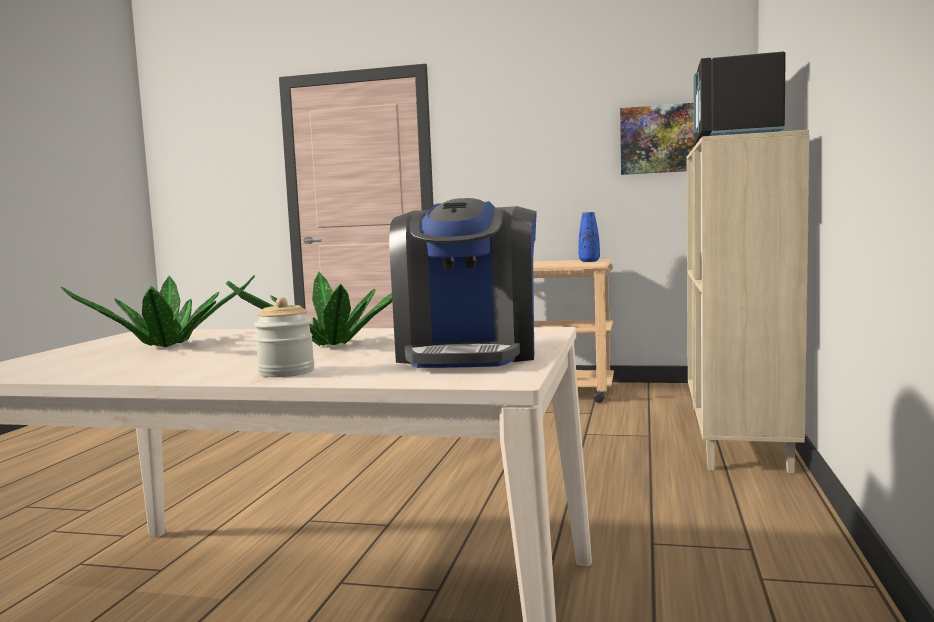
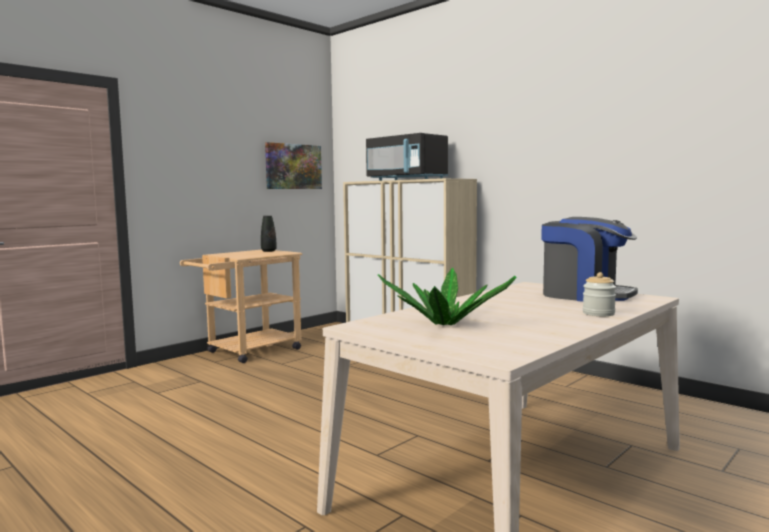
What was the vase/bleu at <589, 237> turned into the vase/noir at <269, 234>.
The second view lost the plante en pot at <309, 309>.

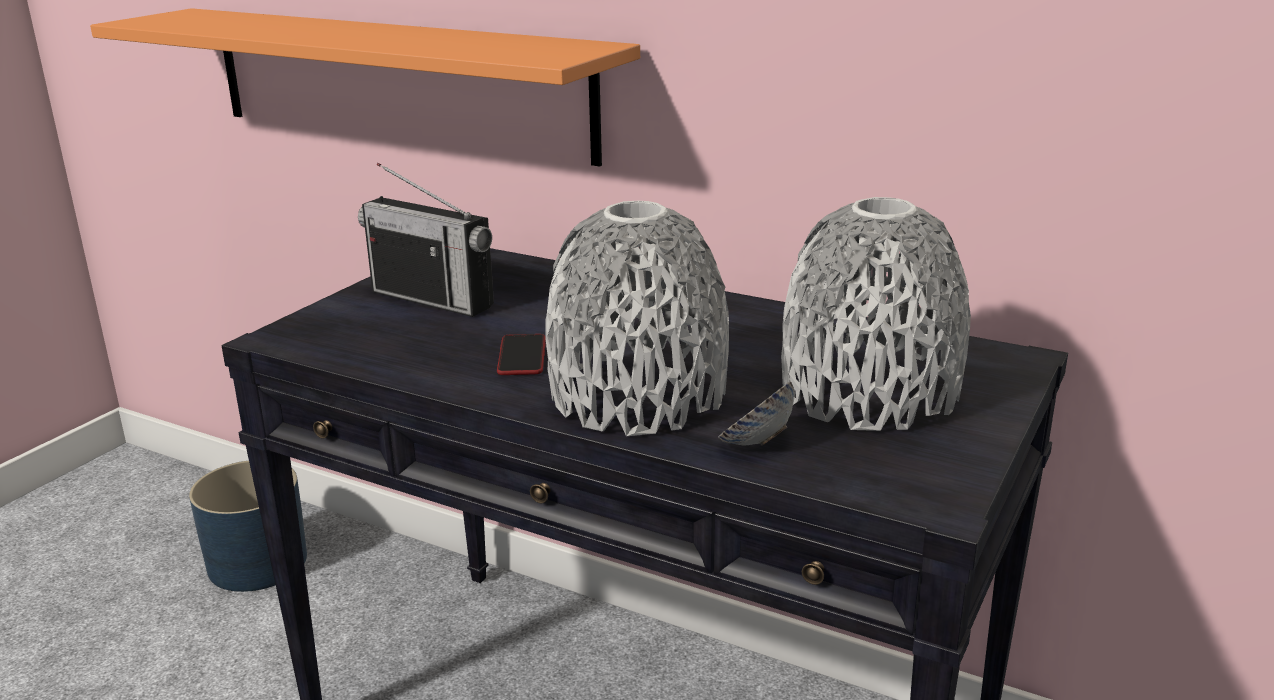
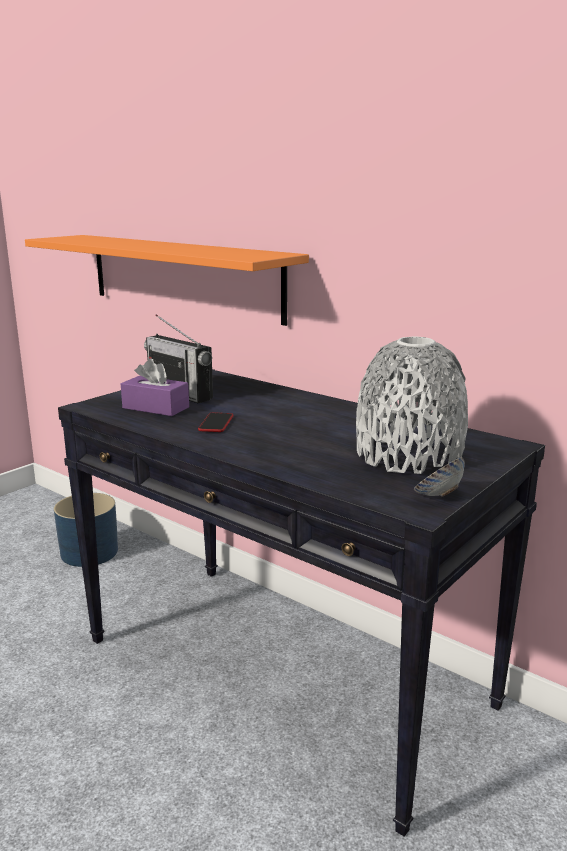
The second view gained the boîte à mouchoirs/violet at <155, 387>.
The bol ended up elsewhere, having gone from <756, 413> to <439, 477>.
The second view lost the vase/gris at <637, 318>.

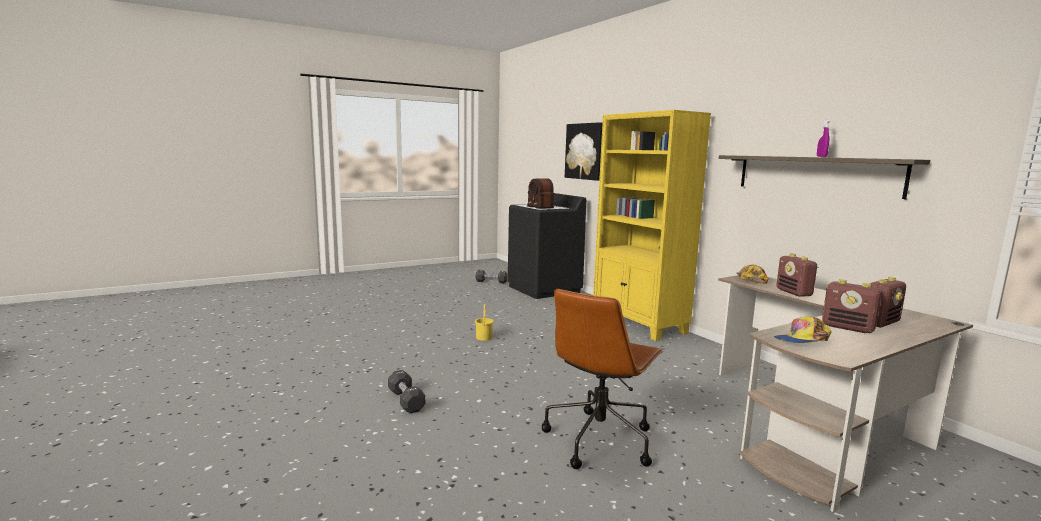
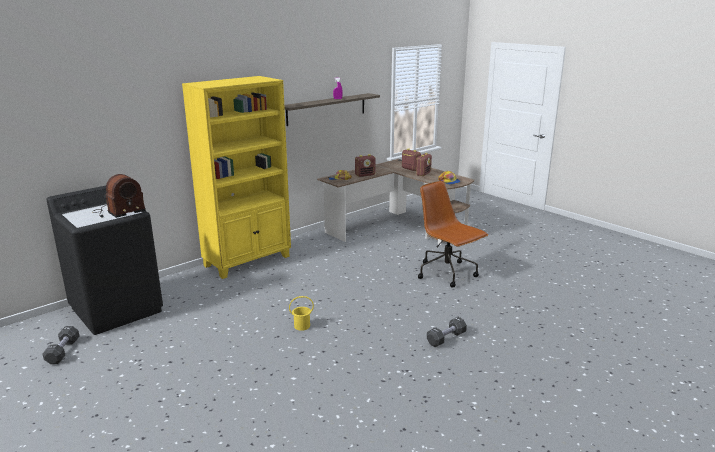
The chaise de bureau/marron at <602, 379> ended up facing another way, 150 degrees counterclockwise from before.
The second view lost the tableau at <583, 151>.

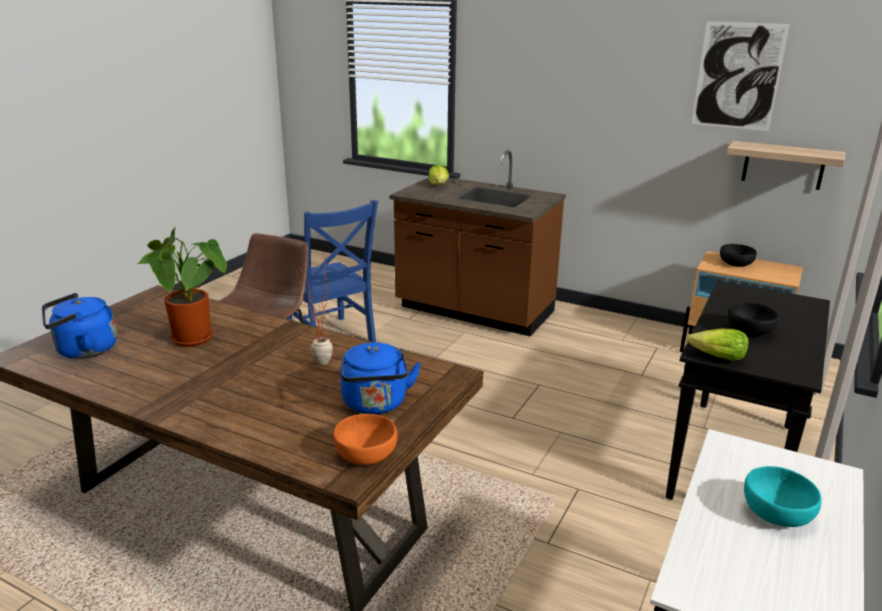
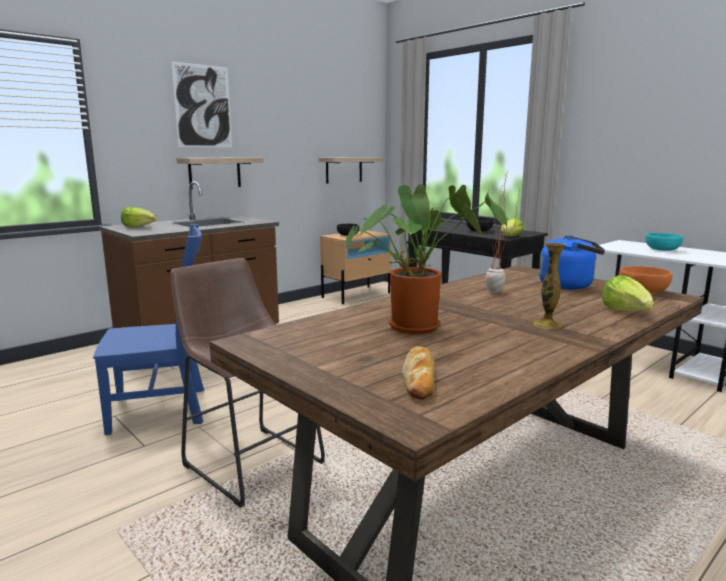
The tableau ended up elsewhere, having gone from <741, 76> to <201, 104>.
The second view gained the étagère at <219, 173>.
Where the bouilloire/bleu stood at <79, 326>, the pain came to stand at <418, 372>.
The second view gained the vase at <549, 286>.
The second view gained the laitue at <628, 293>.

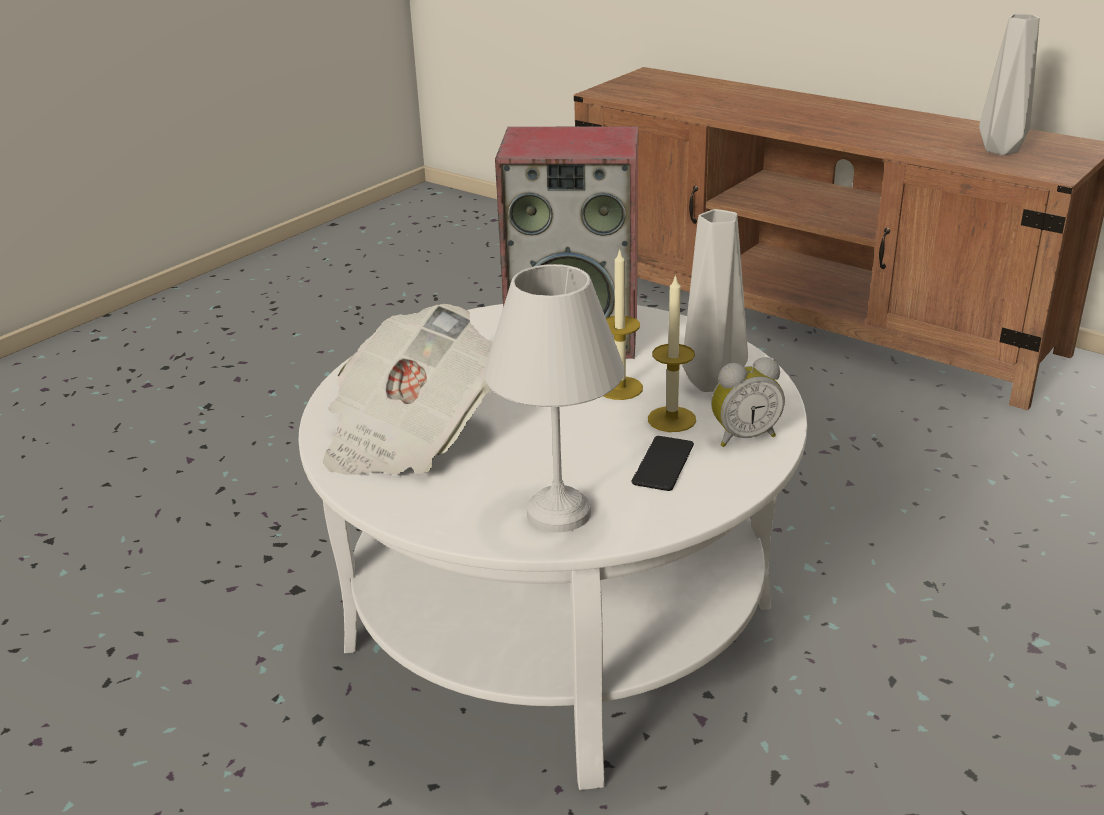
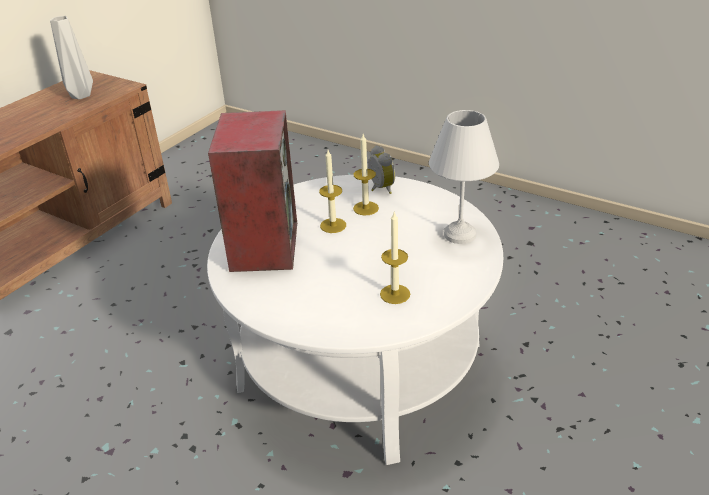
Where the journal stood at <408, 389>, the bougie came to stand at <395, 257>.
The second view lost the téléphone at <663, 463>.
The second view lost the vase/gris at <715, 300>.

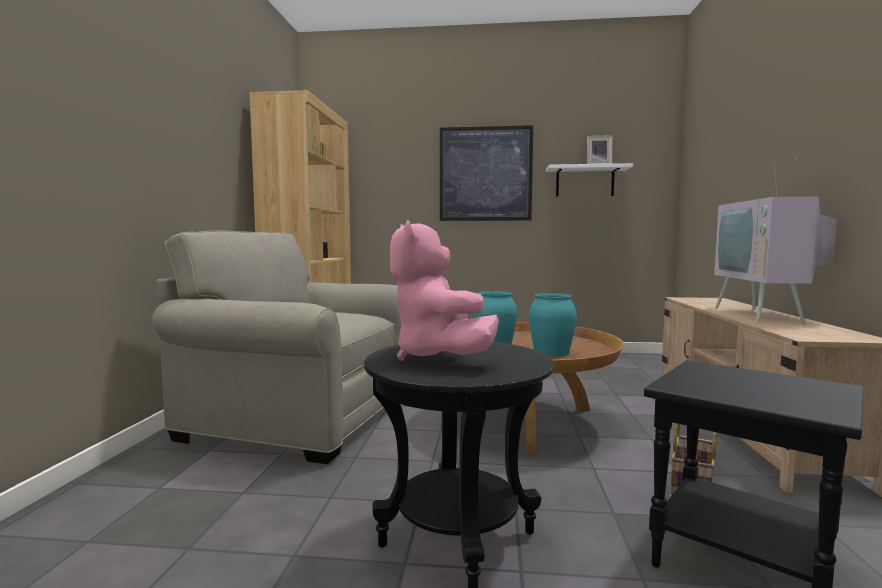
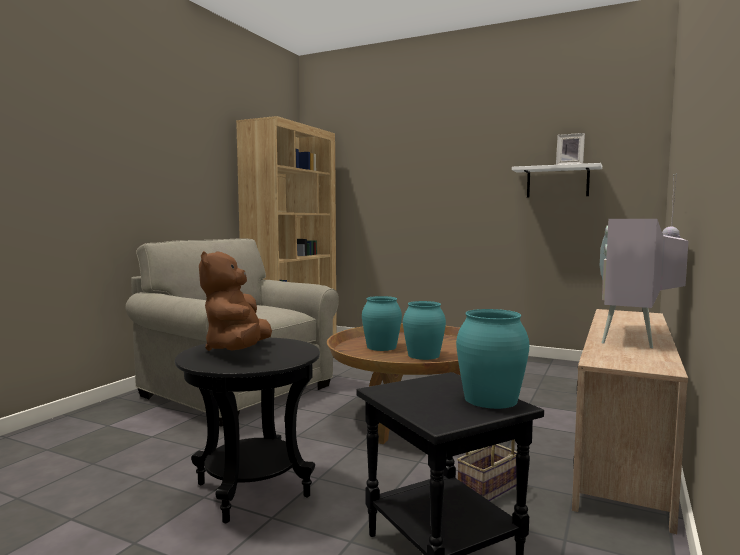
What was the peluche/rose at <444, 290> turned into the peluche/marron at <235, 301>.
The second view gained the vase/turquoise at <492, 359>.
The second view lost the tableau at <486, 173>.

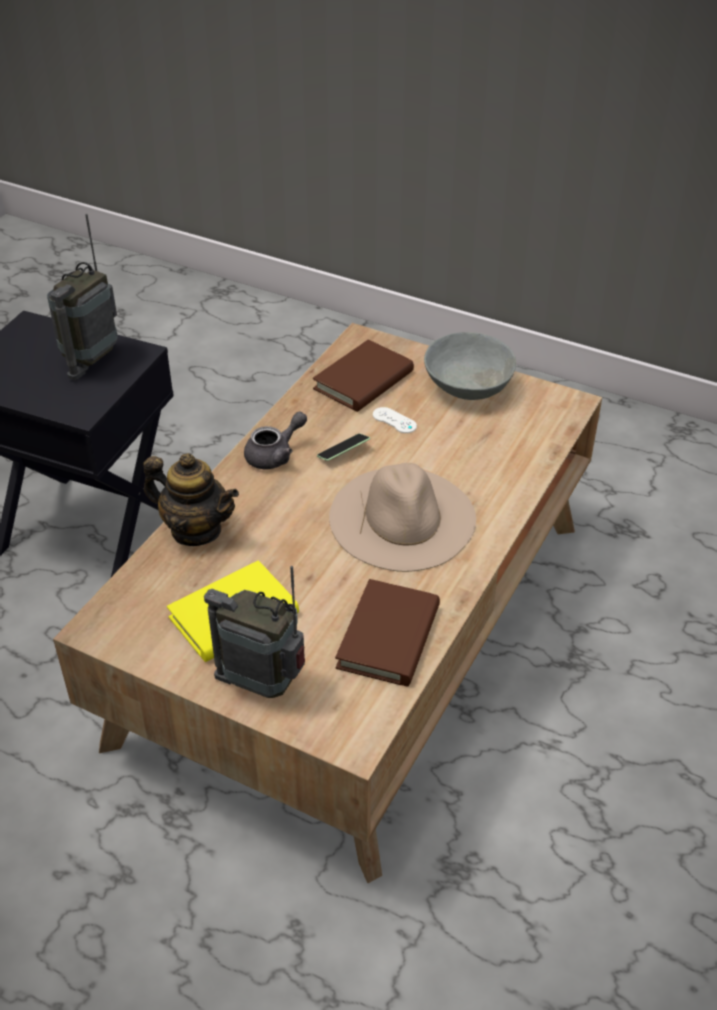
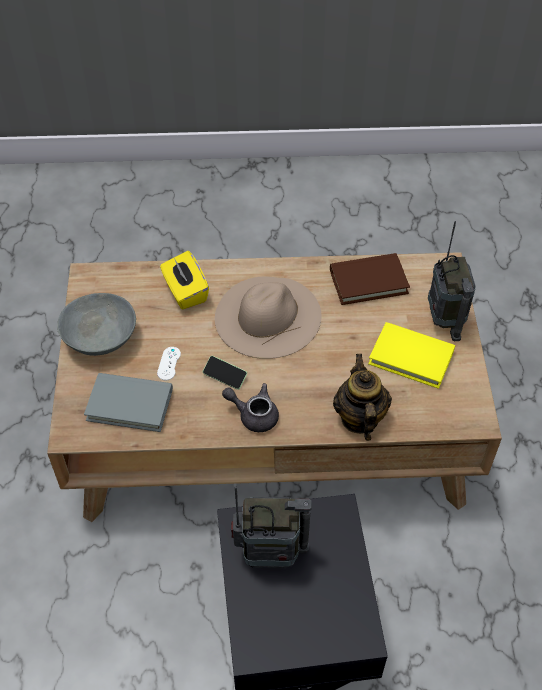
What was the livre/marron at <363, 375> turned into the livre/gris at <128, 402>.
The second view gained the boîte à mouchoirs/jaune at <184, 280>.

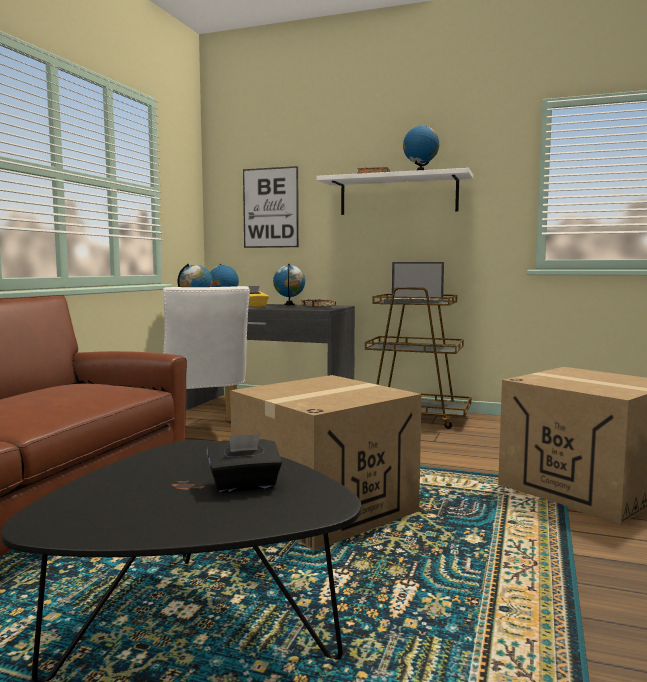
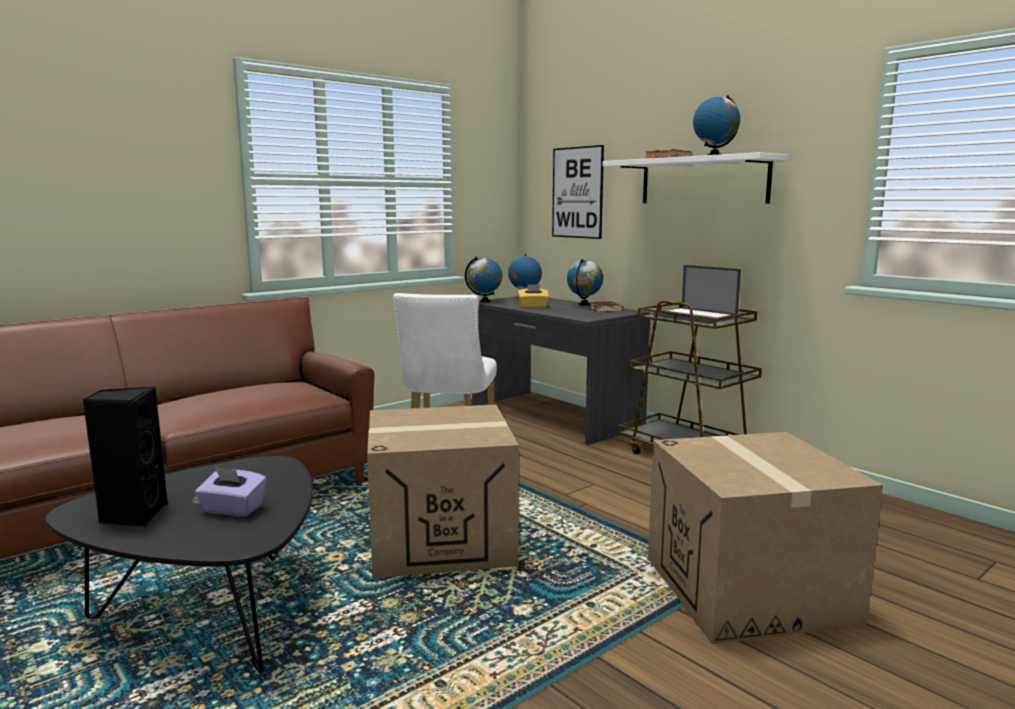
The second view gained the enceinte/noir at <125, 457>.
What was the boîte à mouchoirs/noir at <244, 463> turned into the boîte à mouchoirs/violet at <231, 492>.

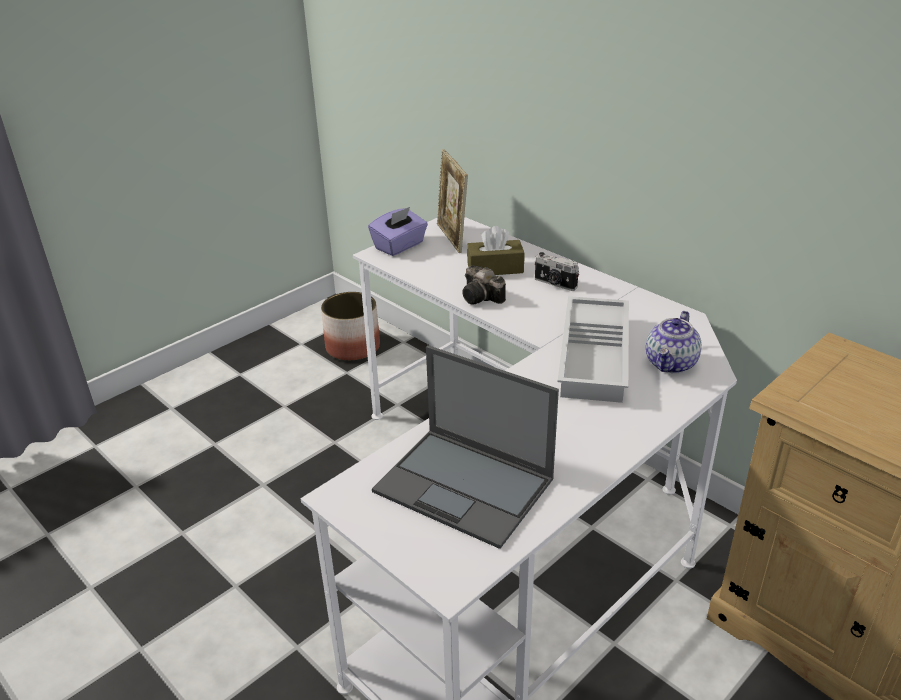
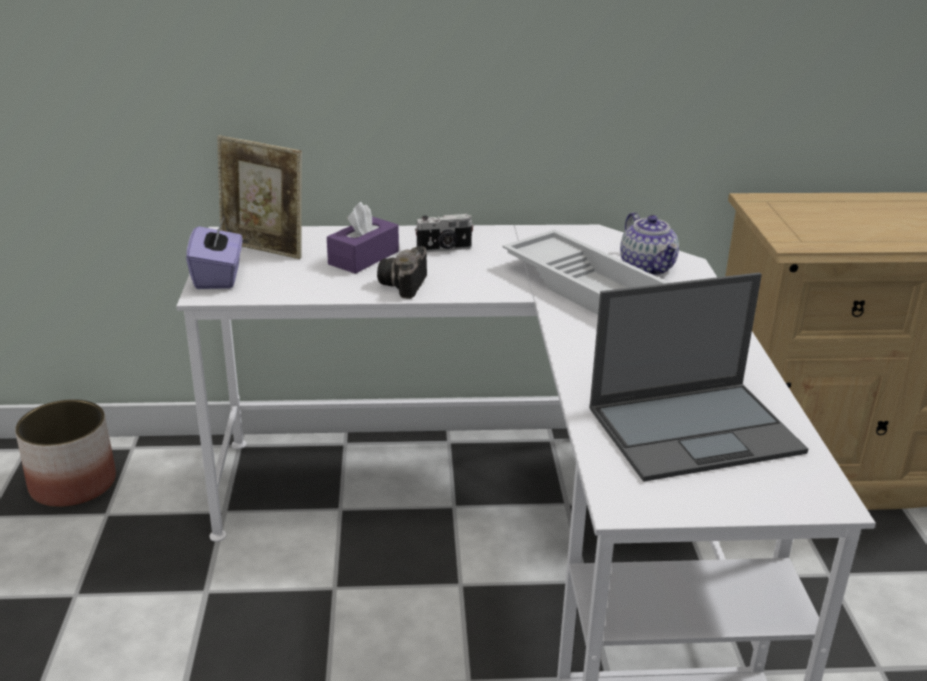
What was the boîte à mouchoirs/marron at <495, 250> turned into the boîte à mouchoirs/violet at <363, 238>.
The appareil photo at <484, 285> ended up facing another way, 105 degrees clockwise from before.

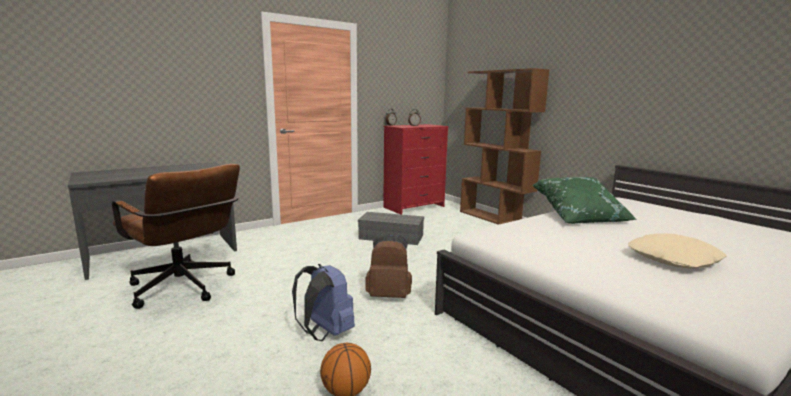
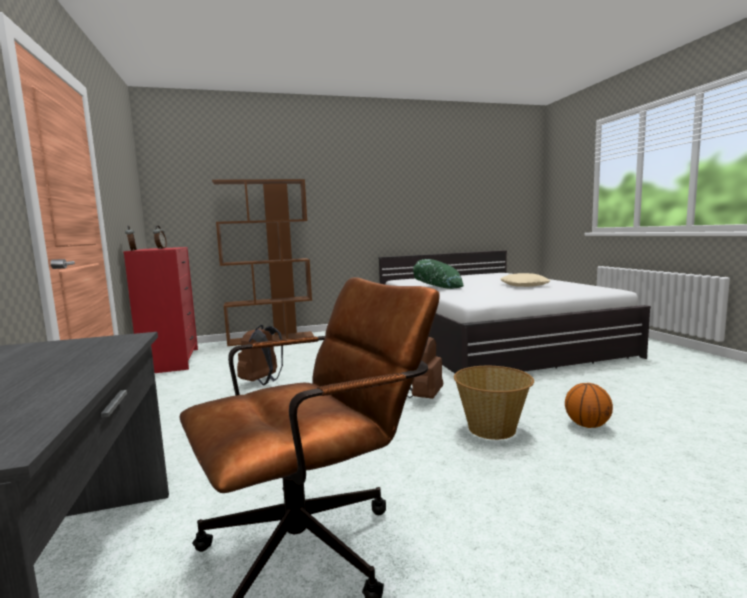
Where the boîte de rangement/gris stood at <391, 228>, the sac à dos/marron came to stand at <260, 355>.
Where the sac à dos/bleu stood at <323, 302>, the panier came to stand at <494, 403>.

